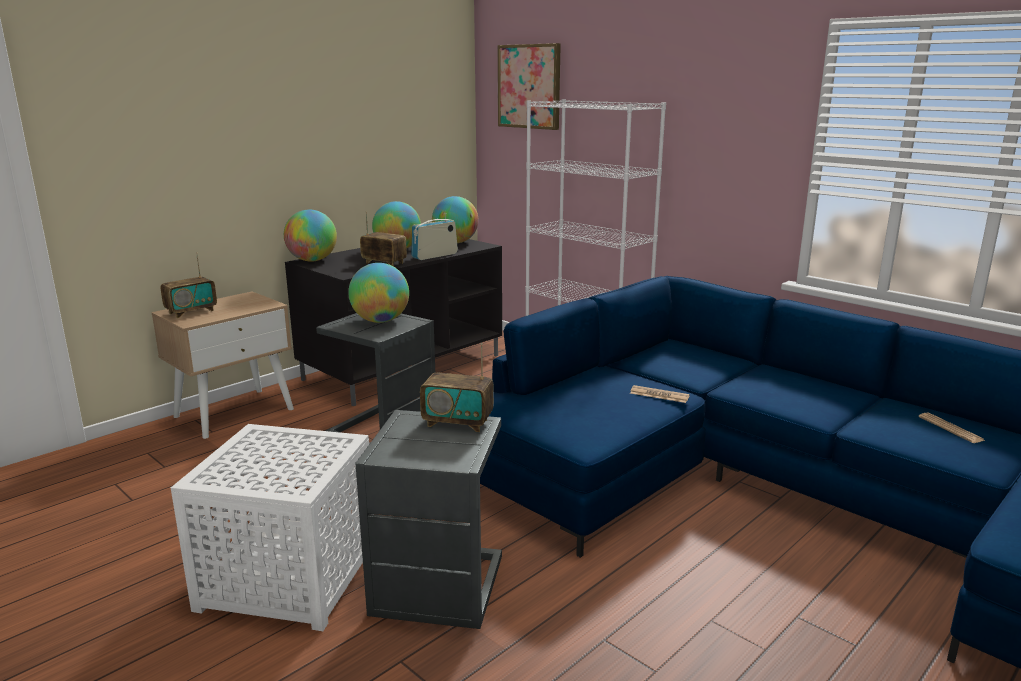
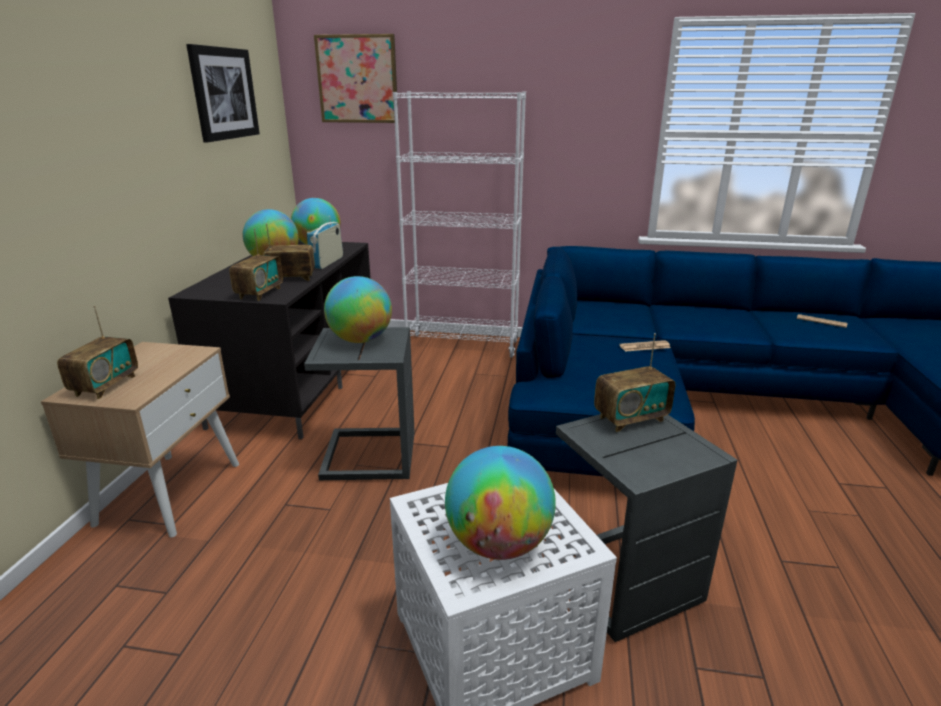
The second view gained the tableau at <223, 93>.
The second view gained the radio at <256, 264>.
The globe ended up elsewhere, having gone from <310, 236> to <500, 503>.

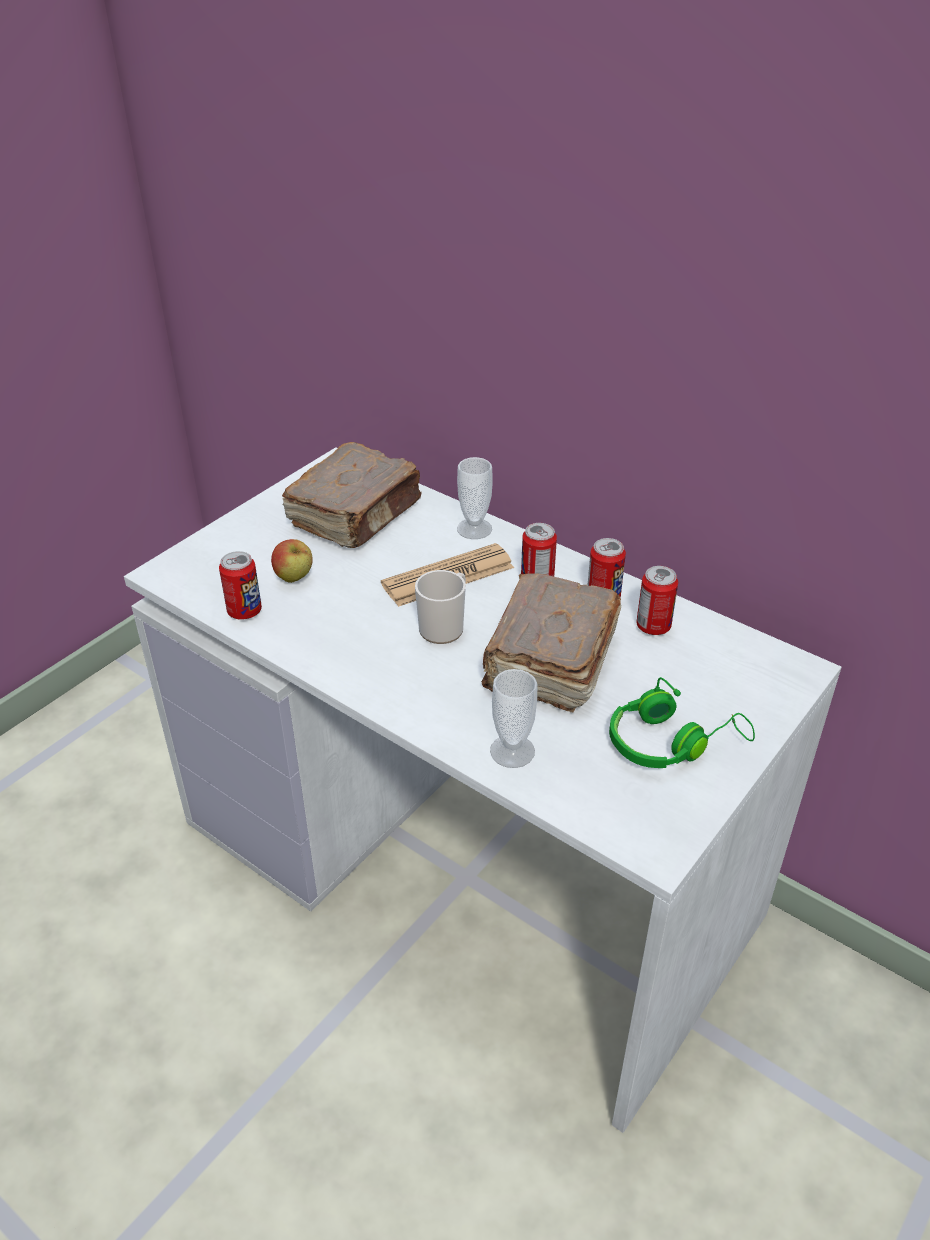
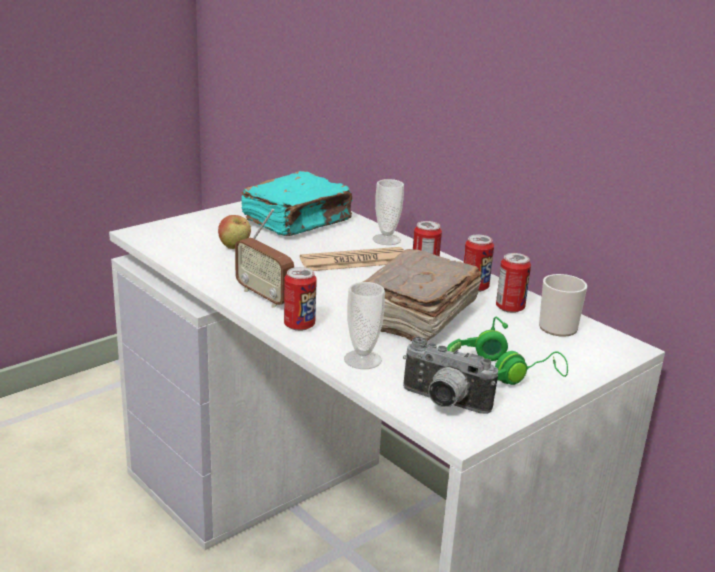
The second view gained the radio at <264, 258>.
What was the livre/marron at <352, 495> turned into the livre/turquoise at <297, 203>.
The boîte métallique ended up elsewhere, having gone from <240, 585> to <300, 299>.
The second view gained the appareil photo at <450, 375>.
The mug ended up elsewhere, having gone from <440, 607> to <563, 305>.

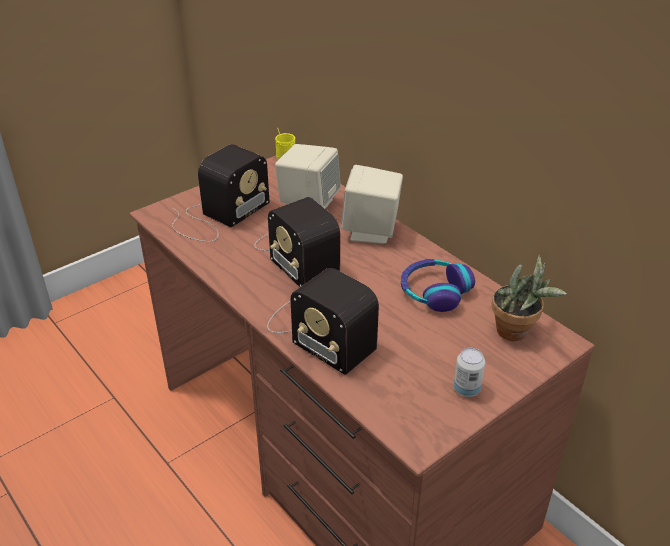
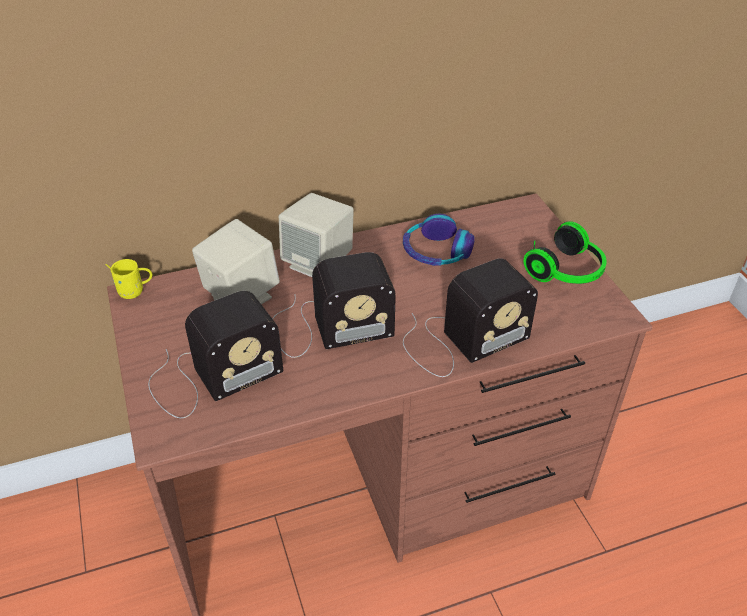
The radio at <221, 193> ended up facing another way, 90 degrees clockwise from before.
Where the boîte métallique stood at <469, 372>, the casque audio came to stand at <565, 252>.
The second view lost the plante en pot at <529, 297>.

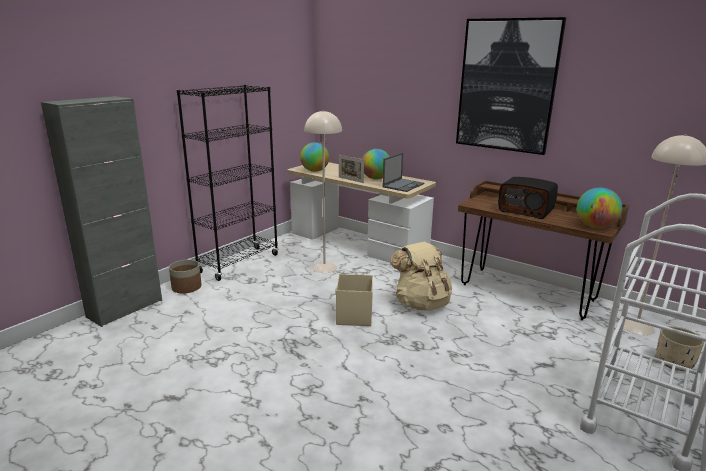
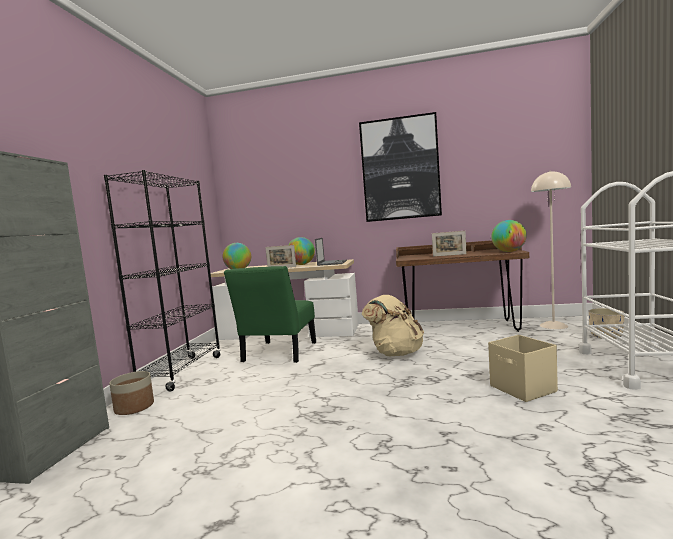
Where the lampadaire/beige stood at <323, 191>, the chaise/vert came to stand at <270, 314>.
Where the radio stood at <528, 198>, the cadre photo came to stand at <449, 244>.
The boîte de rangement/beige ended up elsewhere, having gone from <354, 300> to <523, 368>.

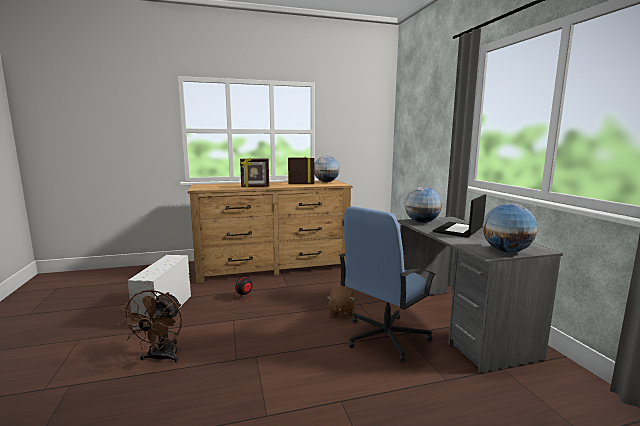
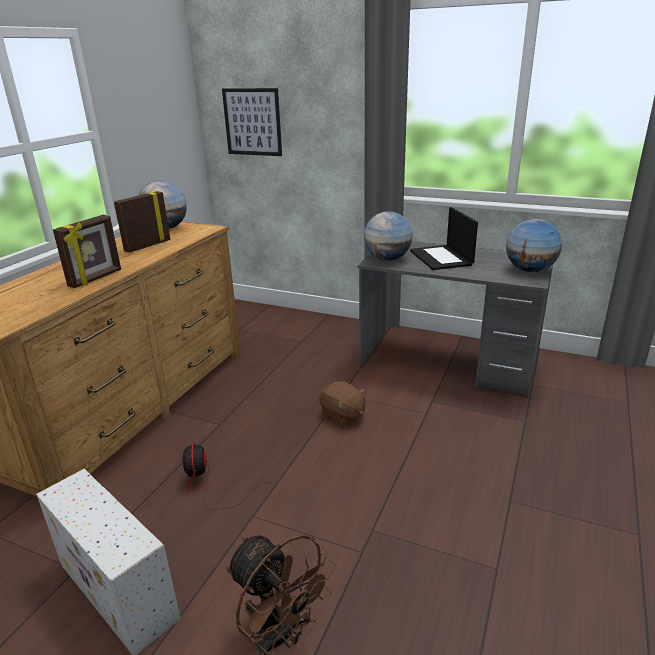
The second view gained the tableau at <252, 122>.
The second view lost the chaise de bureau/bleu at <387, 284>.

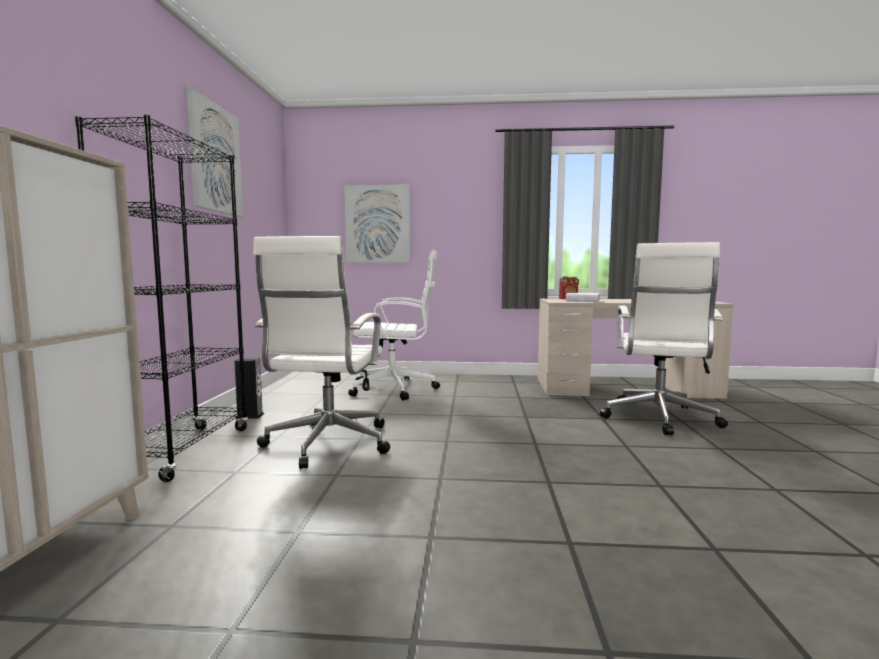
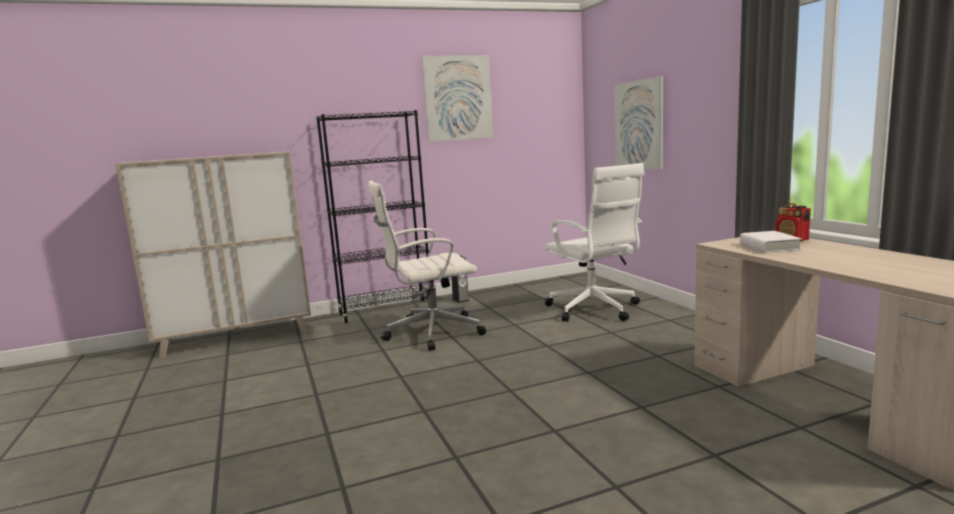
The second view lost the chaise de bureau/blanc at <664, 338>.

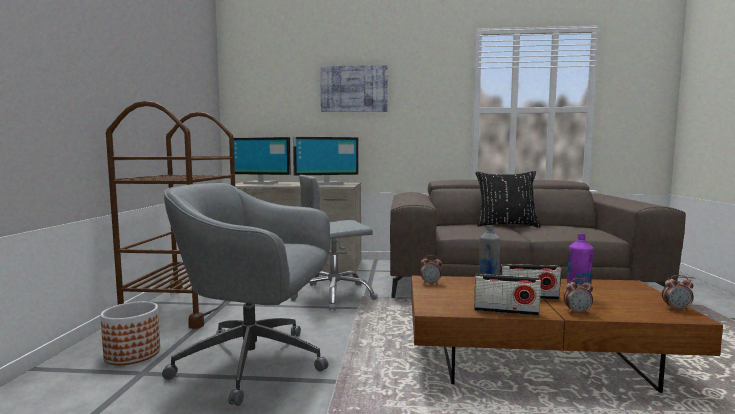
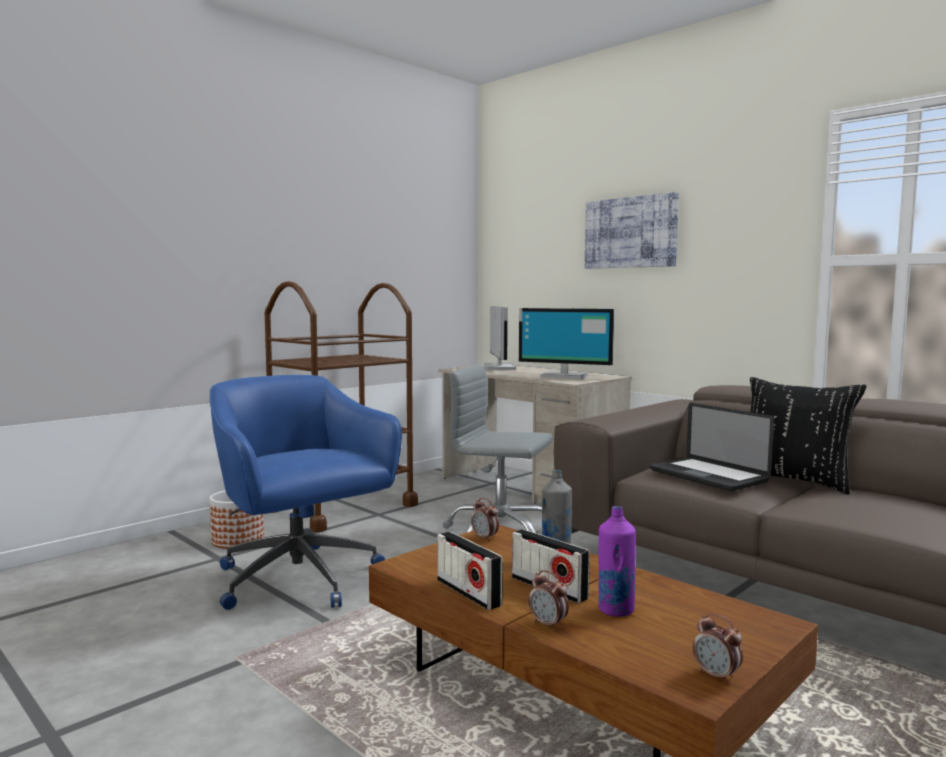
What was the chaise de bureau/gris at <246, 294> turned into the chaise de bureau/bleu at <306, 492>.
The écran d'ordinateur at <263, 160> ended up facing another way, 150 degrees counterclockwise from before.
The second view gained the ordinateur portable at <712, 447>.

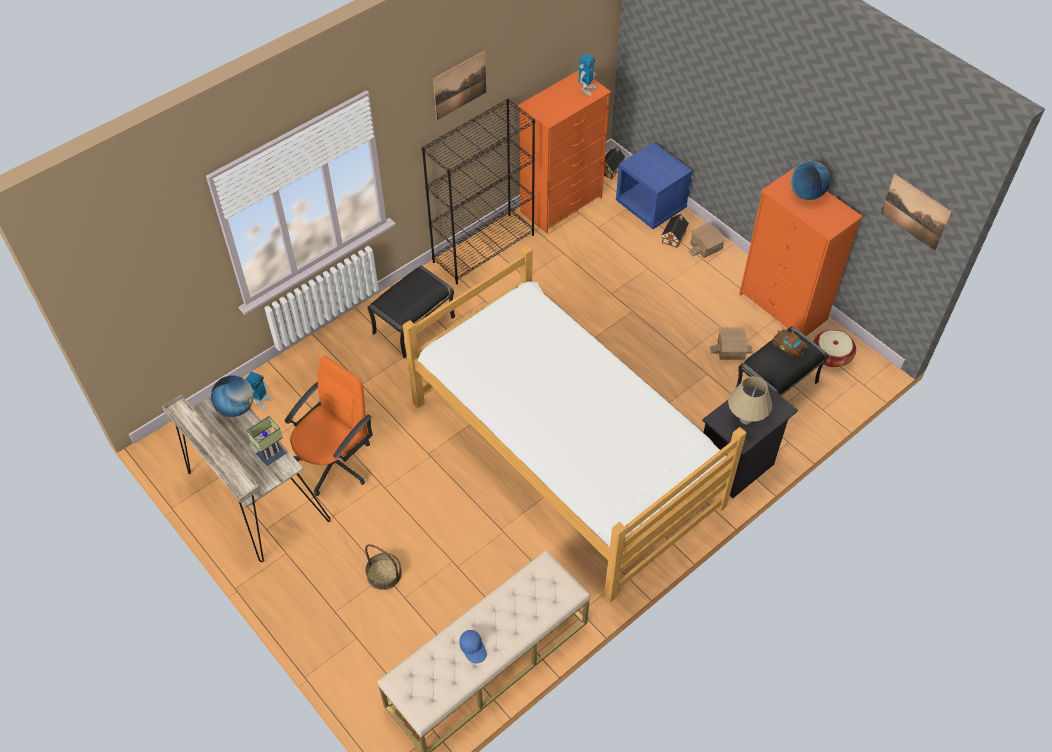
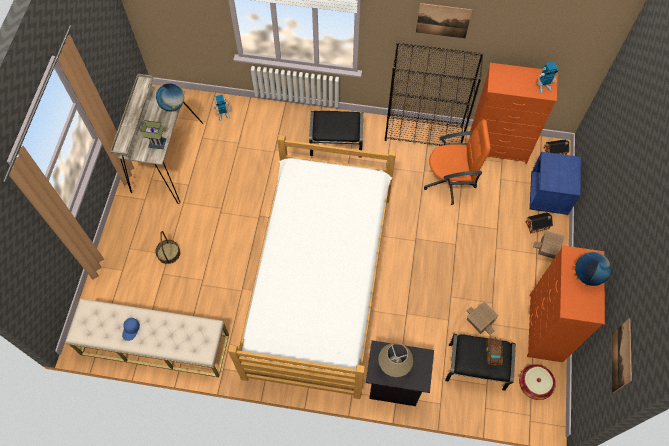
The chaise de bureau/orange ended up elsewhere, having gone from <328, 426> to <457, 162>.

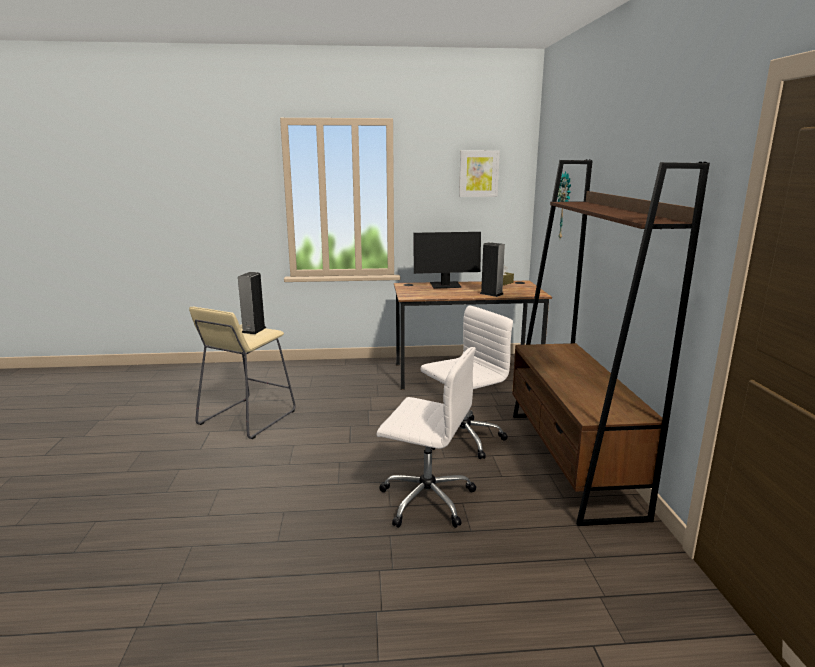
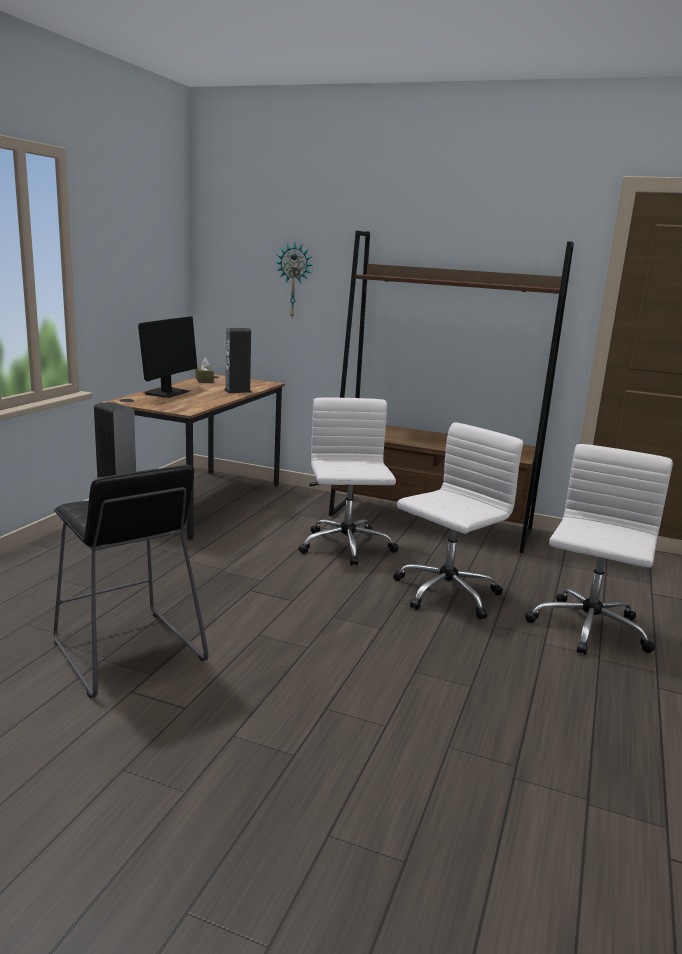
What was the tabouret/beige at <242, 372> turned into the tabouret/noir at <131, 581>.
The second view gained the chaise de bureau/blanc at <599, 549>.
The second view lost the tableau at <479, 173>.

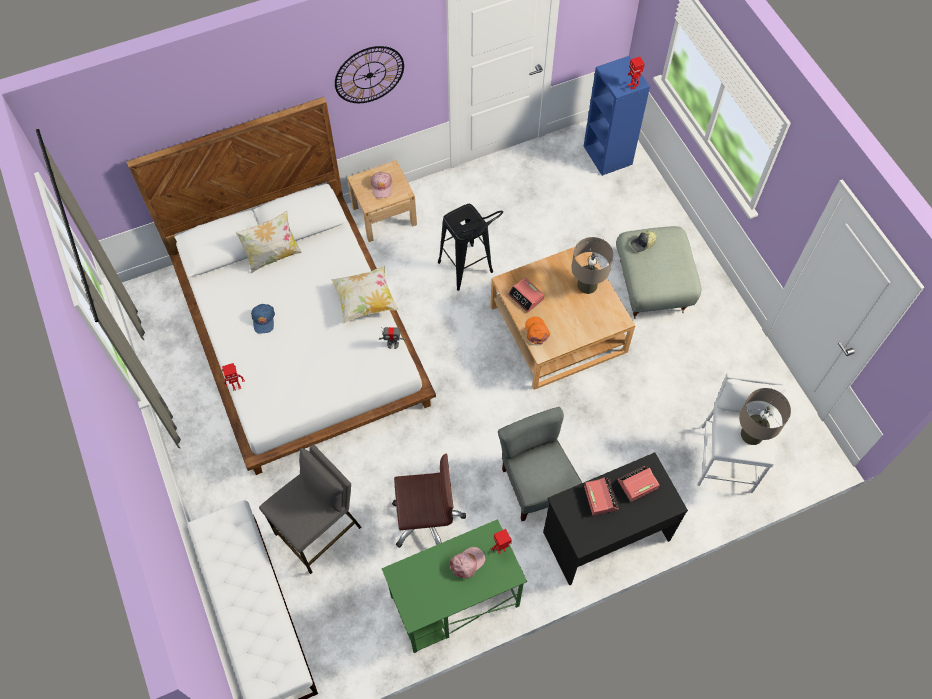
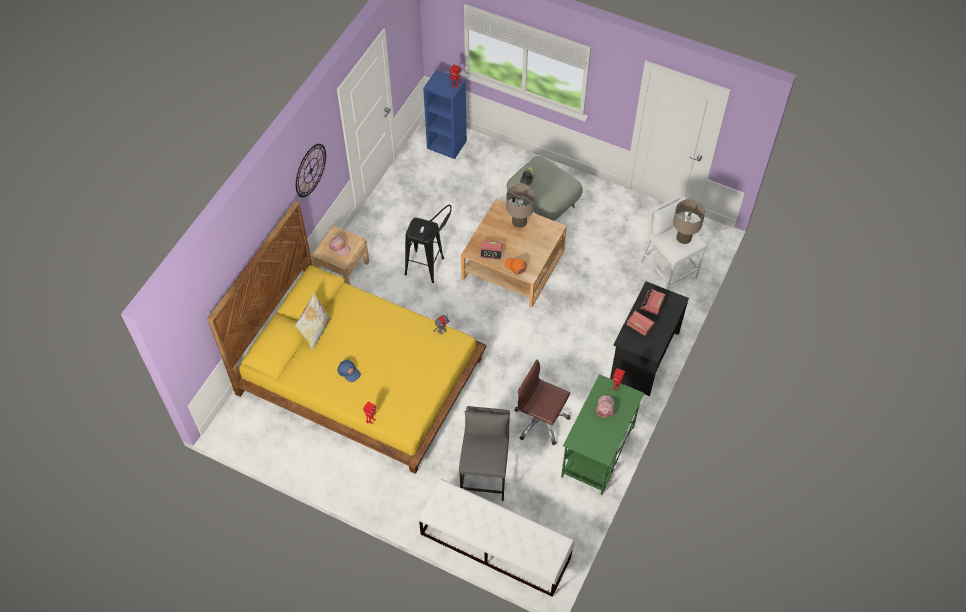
What was the lit/blanc at <281, 286> turned into the lit/jaune at <346, 337>.
The chaise de bureau/marron at <429, 501> ended up facing another way, 105 degrees counterclockwise from before.
The second view lost the coussin at <364, 294>.
The second view lost the chaise/gris at <540, 464>.

